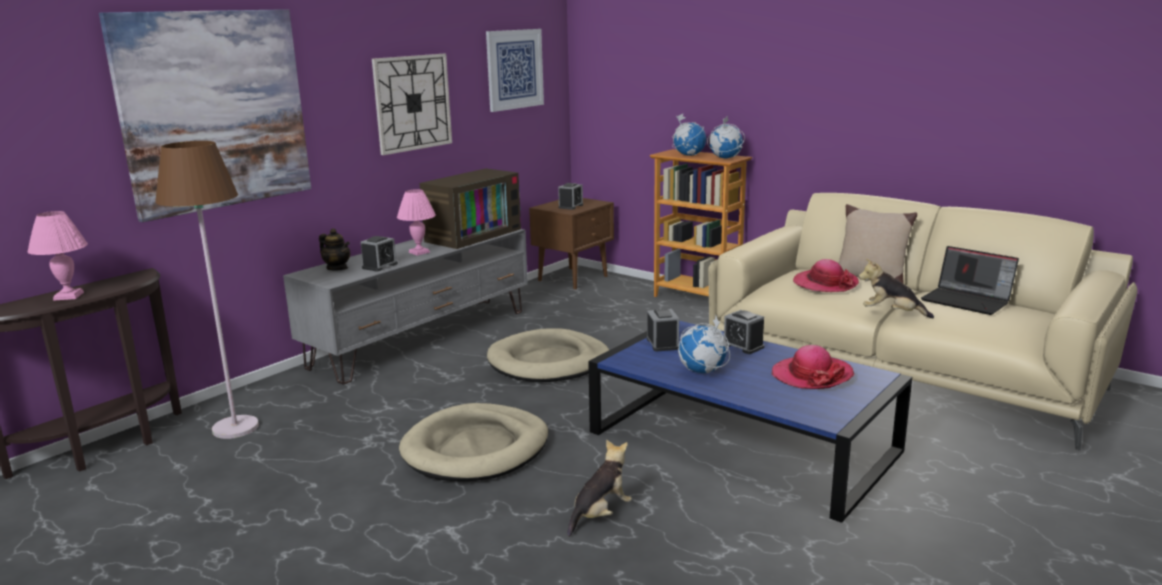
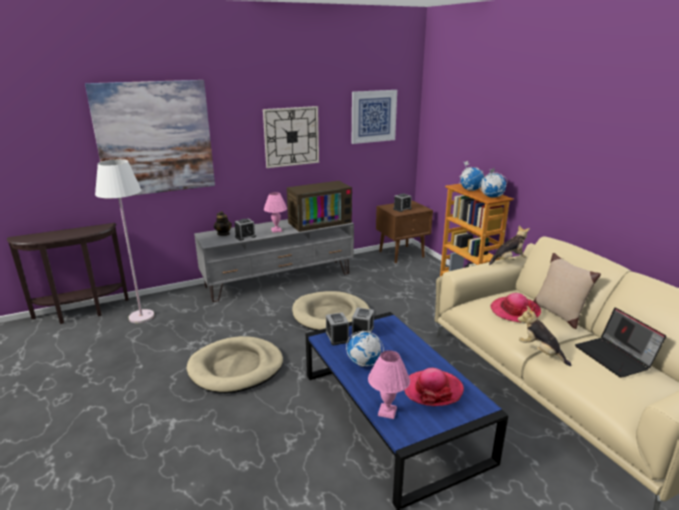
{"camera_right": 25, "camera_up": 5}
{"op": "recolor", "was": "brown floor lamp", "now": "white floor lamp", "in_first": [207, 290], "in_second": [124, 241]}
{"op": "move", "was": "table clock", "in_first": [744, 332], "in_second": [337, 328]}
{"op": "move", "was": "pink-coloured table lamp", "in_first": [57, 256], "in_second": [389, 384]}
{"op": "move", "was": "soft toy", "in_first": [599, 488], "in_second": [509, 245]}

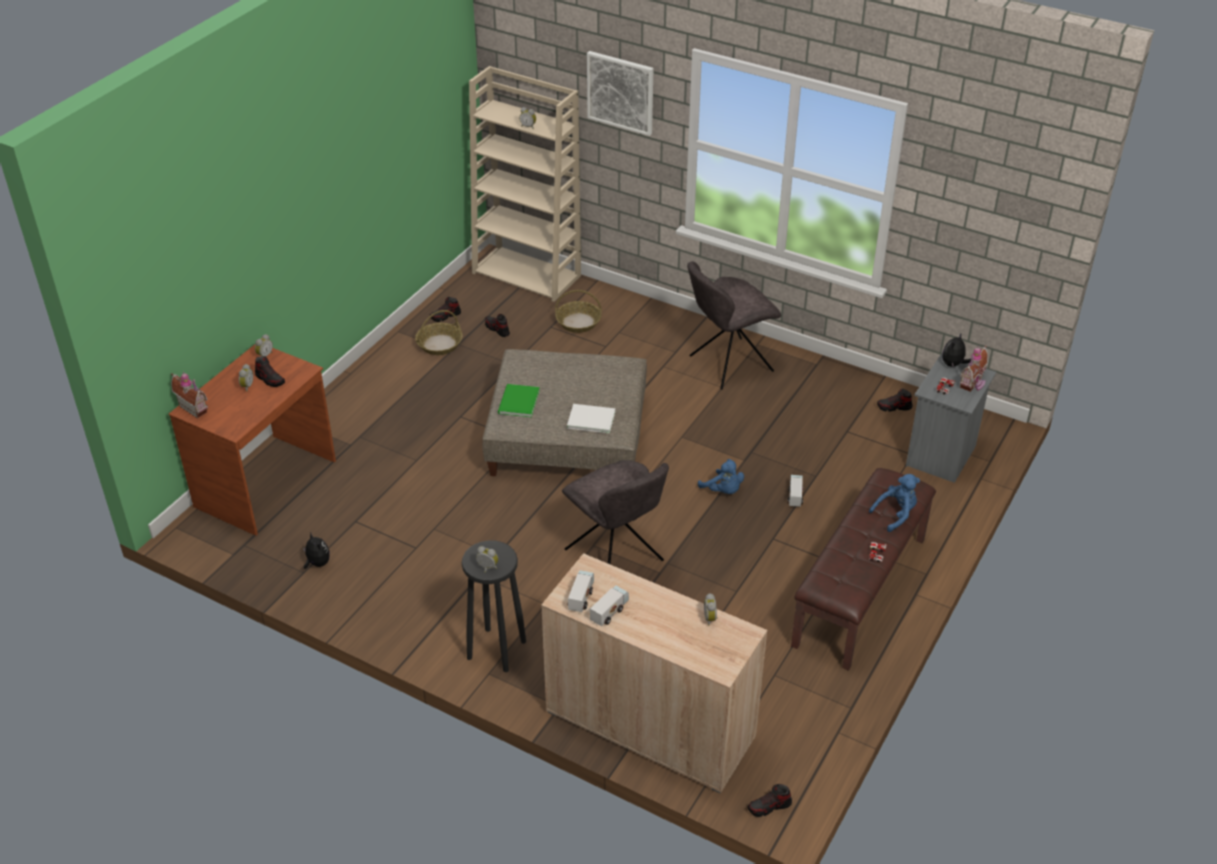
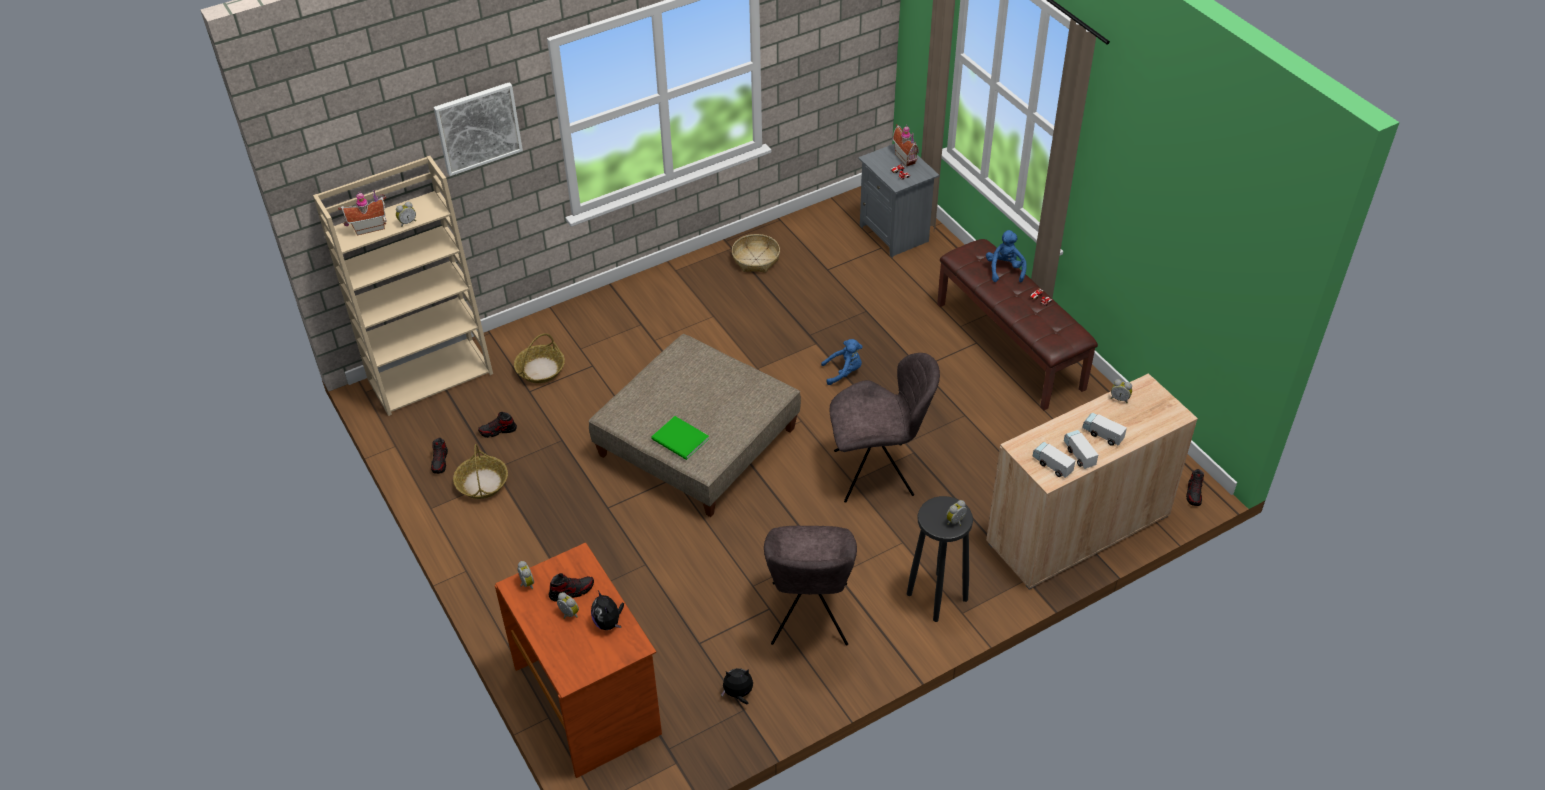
{"camera_right": -60, "camera_up": 5}
{"op": "move", "was": "miniature house", "in_first": [189, 395], "in_second": [362, 212]}
{"op": "move", "was": "soft toy", "in_first": [956, 350], "in_second": [607, 610]}
{"op": "insert", "now": "basket", "in_second": [756, 253]}
{"op": "move", "was": "grey upright chair", "in_first": [734, 325], "in_second": [810, 586]}
{"op": "move", "was": "model truck", "in_first": [795, 491], "in_second": [1105, 429]}
{"op": "delete", "was": "white book", "in_first": [591, 418]}
{"op": "delete", "was": "item of footwear", "in_first": [895, 400]}

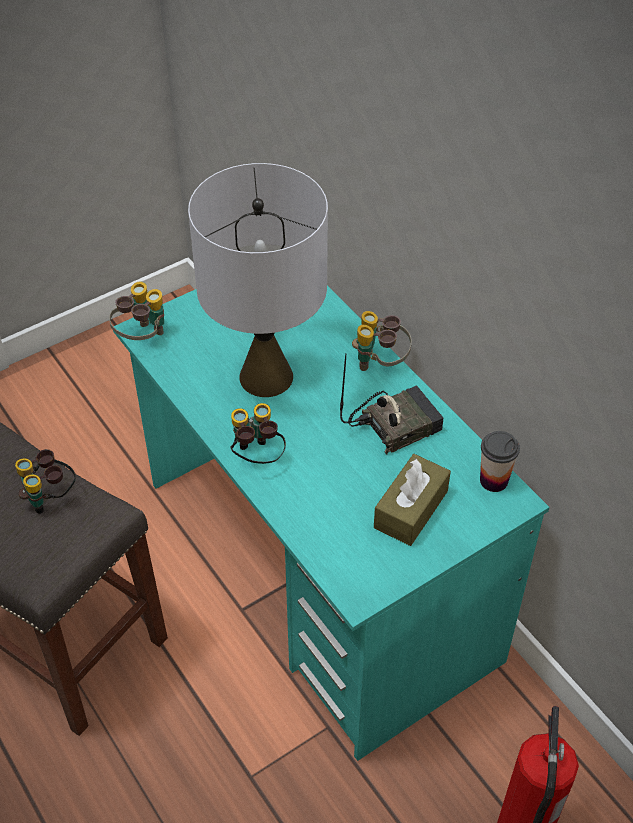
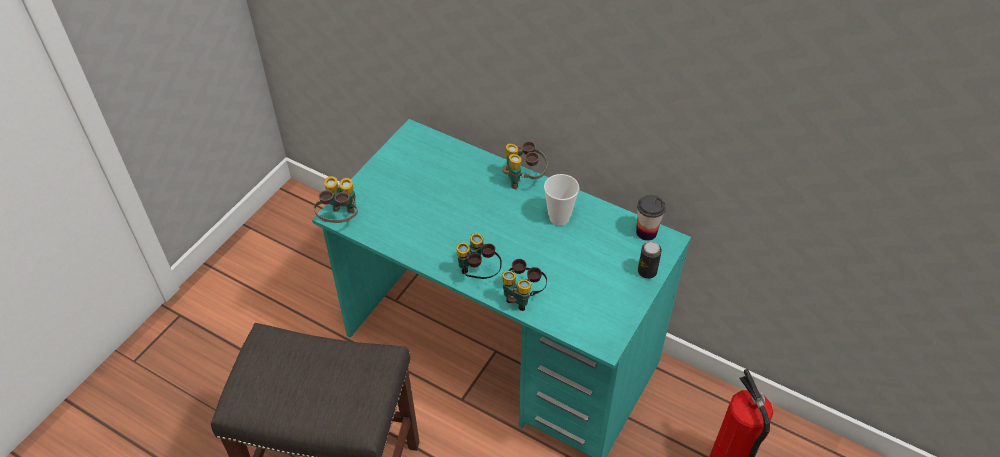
{"camera_right": -25, "camera_up": 0}
{"op": "move", "was": "binoculars", "in_first": [45, 481], "in_second": [524, 285]}
{"op": "replace", "was": "radio", "now": "drinking cup", "in_first": [392, 404], "in_second": [561, 199]}
{"op": "insert", "now": "metal can", "in_second": [650, 260]}
{"op": "delete", "was": "grey table lamp", "in_first": [258, 280]}
{"op": "delete", "was": "brown tissue box", "in_first": [412, 500]}

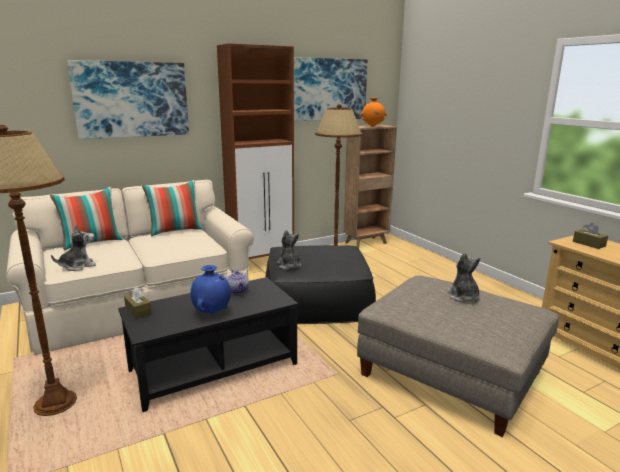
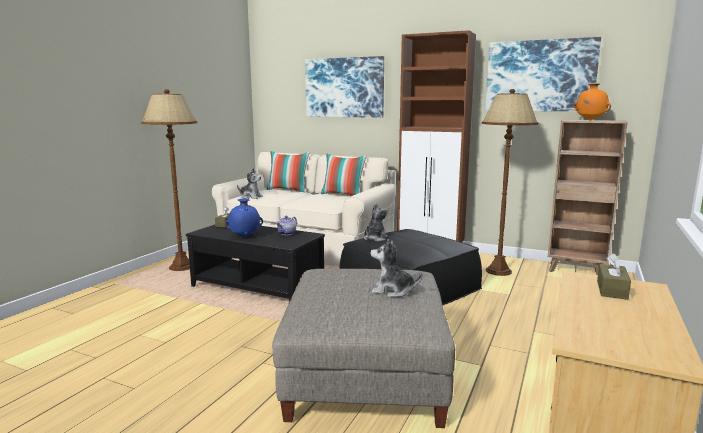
{"camera_right": 55, "camera_up": -5}
{"op": "rotate", "was": "soft toy", "in_first": [464, 277], "in_second": [396, 268], "clockwise": -120}

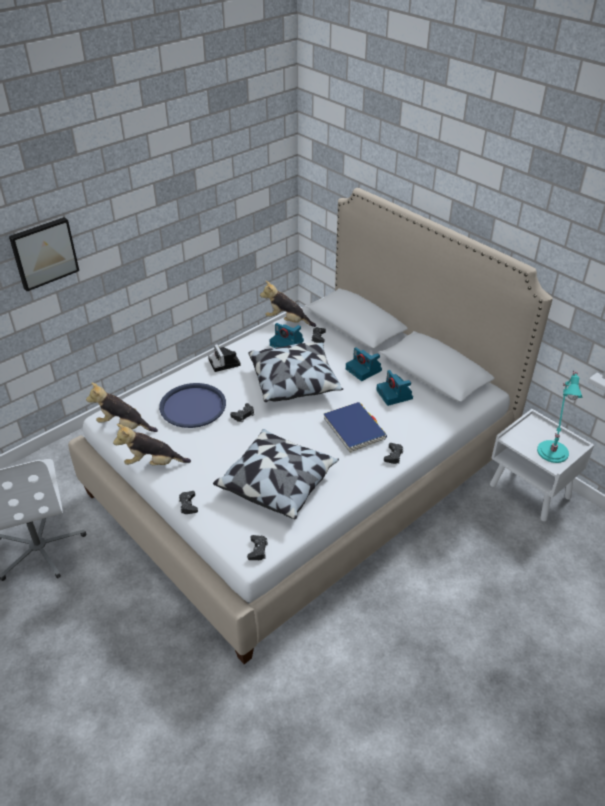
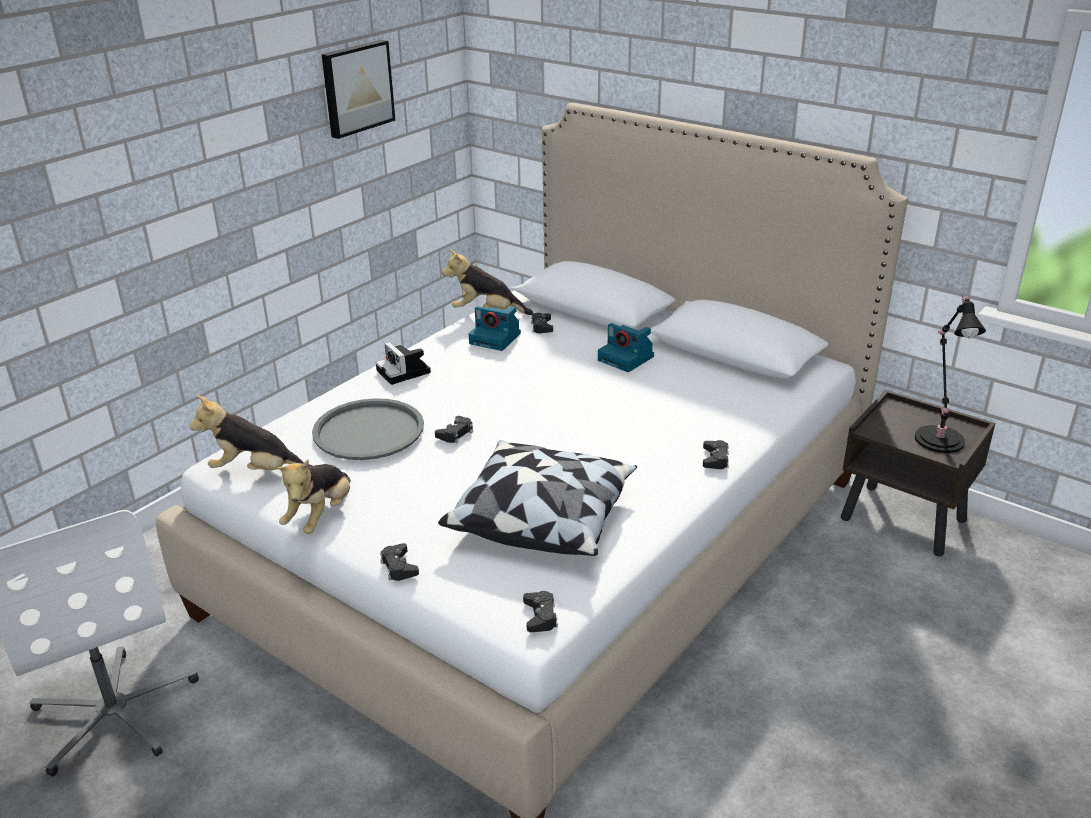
{"camera_right": -10, "camera_up": -10}
{"op": "rotate", "was": "soft toy", "in_first": [152, 444], "in_second": [314, 497], "clockwise": -60}
{"op": "recolor", "was": "bluish carrying tray", "now": "grey carrying tray", "in_first": [192, 405], "in_second": [368, 429]}
{"op": "move", "was": "wall art", "in_first": [44, 254], "in_second": [358, 89]}
{"op": "recolor", "was": "white nightstand", "now": "brown nightstand", "in_first": [542, 465], "in_second": [918, 473]}
{"op": "recolor", "was": "blue-green table lamp", "now": "blackish table lamp", "in_first": [560, 416], "in_second": [950, 374]}
{"op": "delete", "was": "pillow", "in_first": [295, 372]}
{"op": "delete", "was": "bluish book", "in_first": [355, 427]}
{"op": "delete", "was": "photo camera", "in_first": [394, 388]}

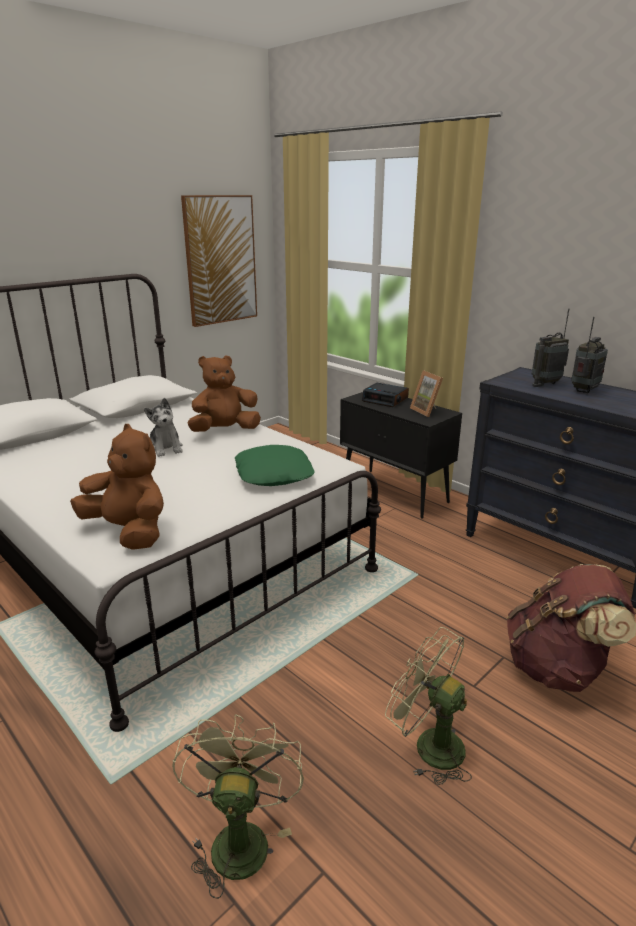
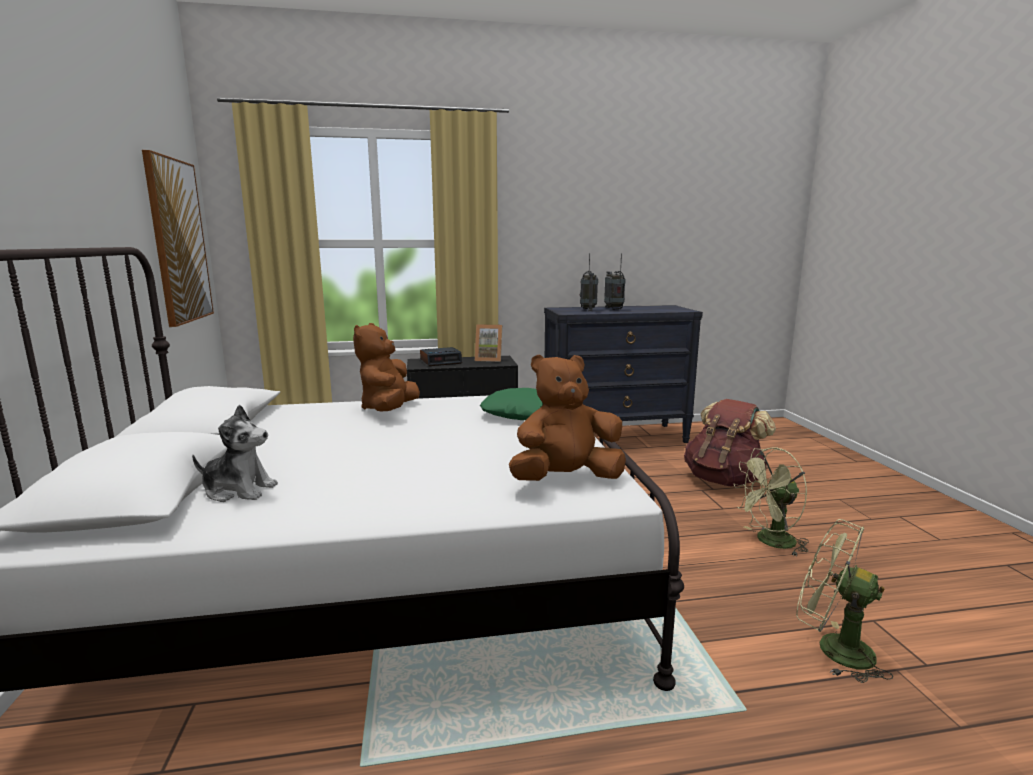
{"camera_right": -55, "camera_up": -10}
{"op": "move", "was": "soft toy", "in_first": [163, 427], "in_second": [235, 453]}

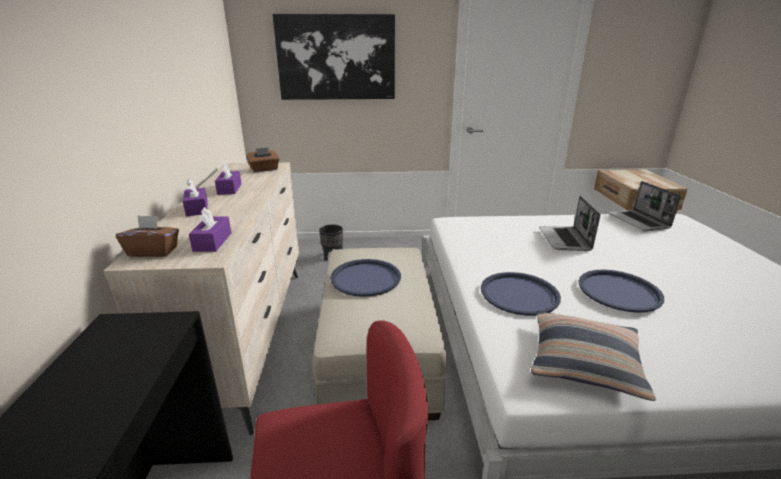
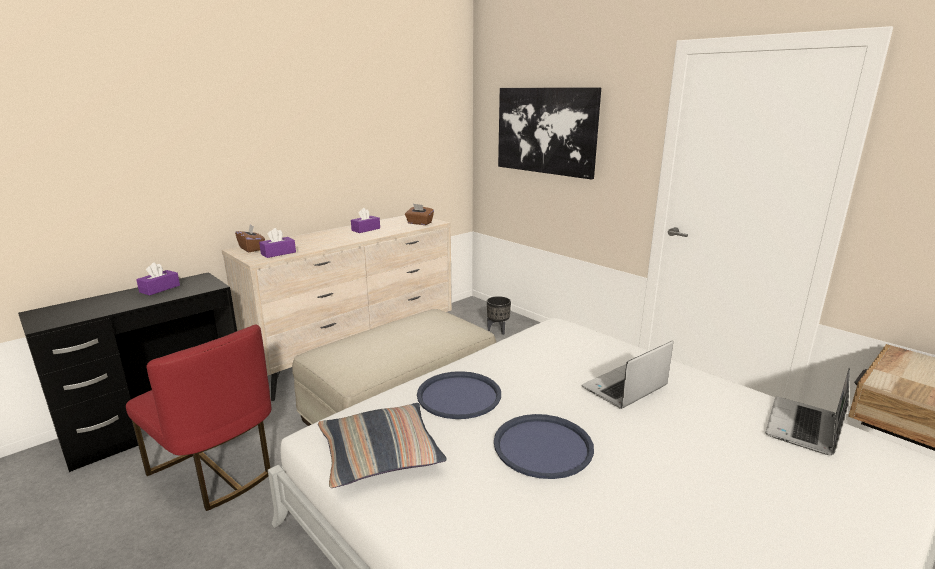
{"camera_right": 50, "camera_up": -5}
{"op": "move", "was": "purple-coloured tissue box", "in_first": [195, 197], "in_second": [158, 278]}
{"op": "delete", "was": "bluish carrying tray", "in_first": [365, 278]}

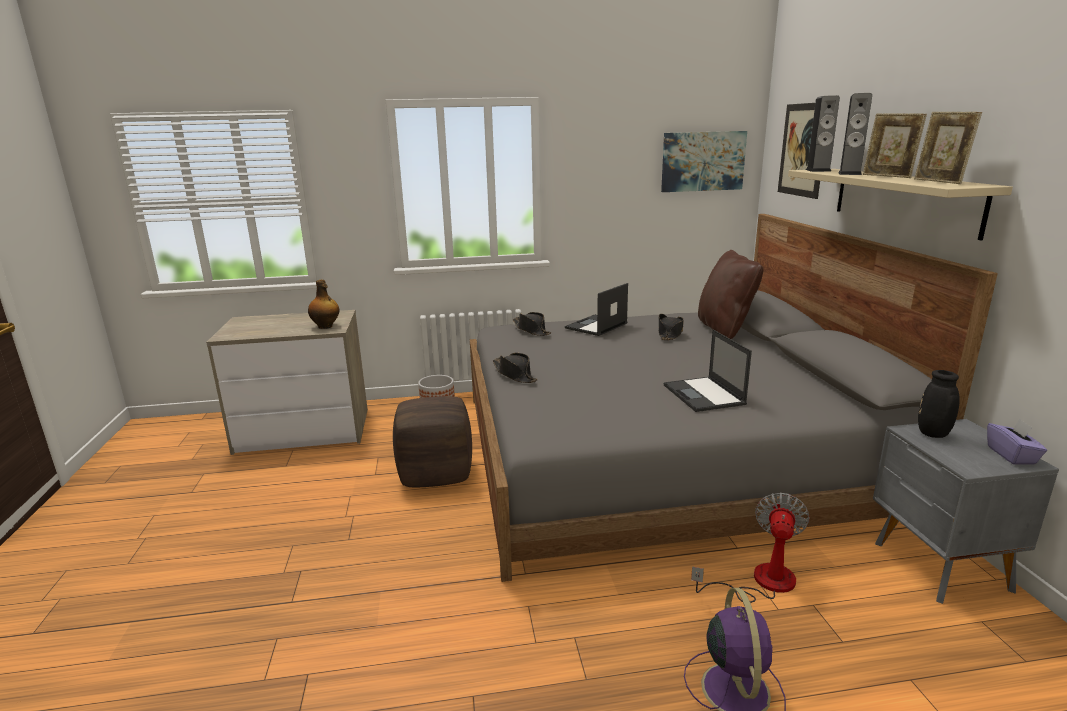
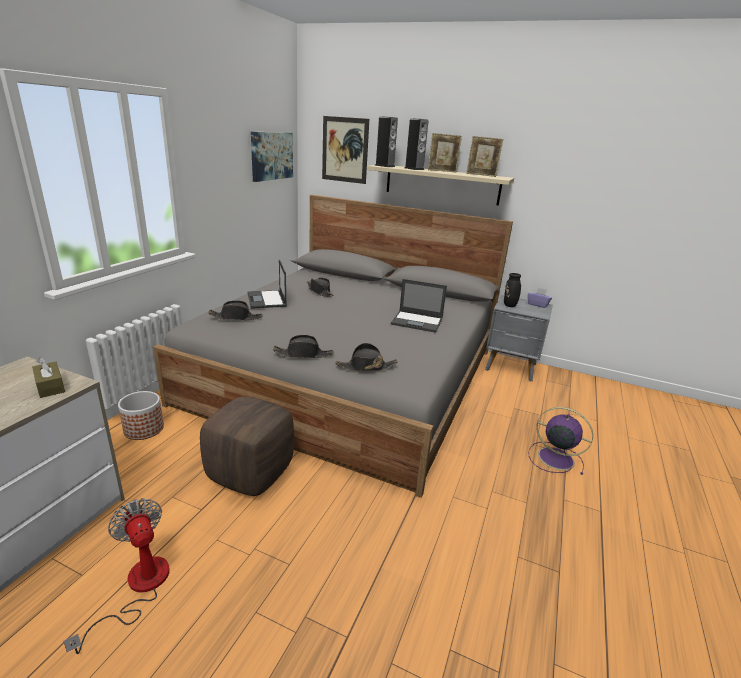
{"camera_right": -60, "camera_up": 5}
{"op": "replace", "was": "drink bottle", "now": "brown tissue box", "in_first": [324, 304], "in_second": [48, 377]}
{"op": "move", "was": "electric fan", "in_first": [750, 548], "in_second": [116, 576]}
{"op": "insert", "now": "blackish hat", "in_second": [367, 357]}
{"op": "delete", "was": "brown pillow", "in_first": [731, 294]}

